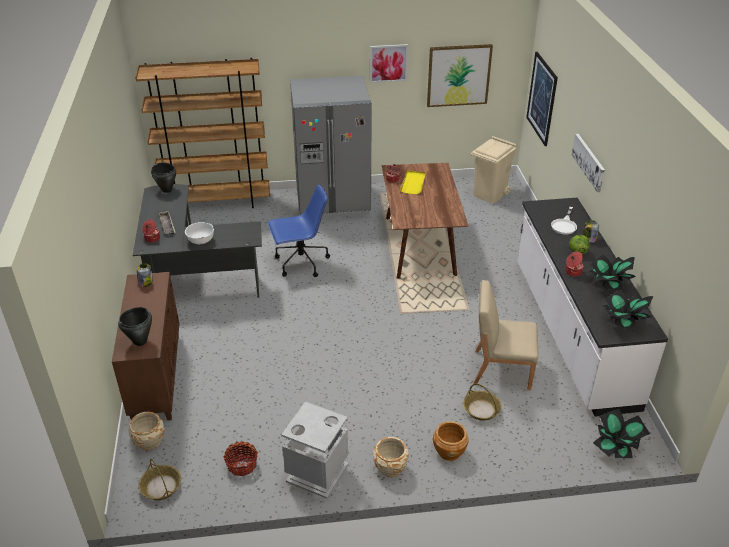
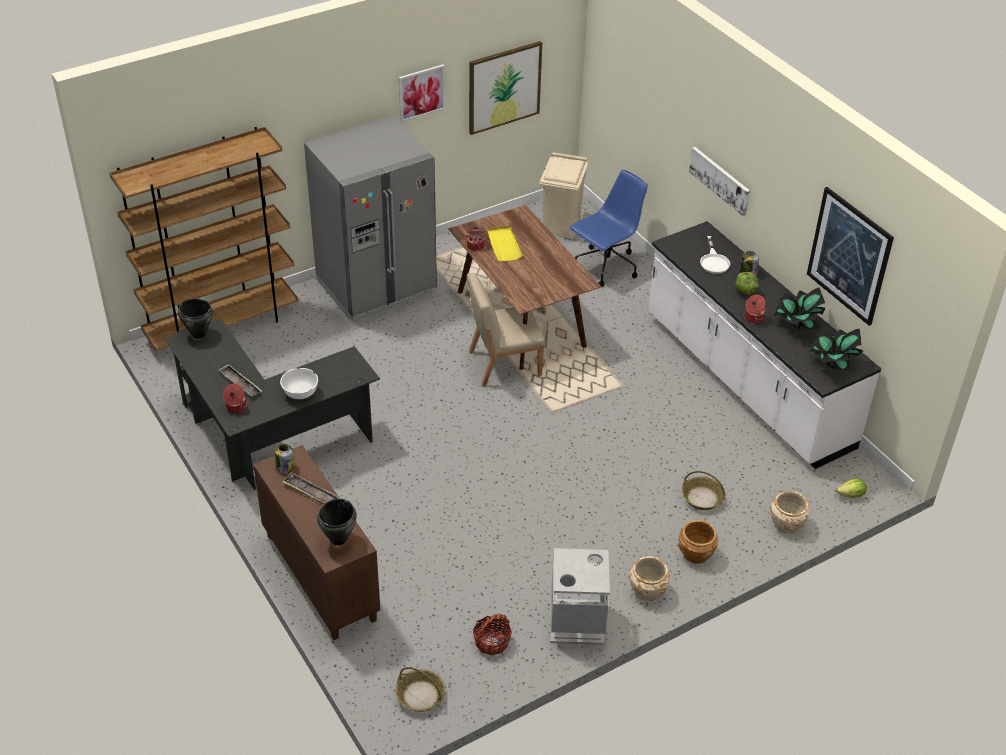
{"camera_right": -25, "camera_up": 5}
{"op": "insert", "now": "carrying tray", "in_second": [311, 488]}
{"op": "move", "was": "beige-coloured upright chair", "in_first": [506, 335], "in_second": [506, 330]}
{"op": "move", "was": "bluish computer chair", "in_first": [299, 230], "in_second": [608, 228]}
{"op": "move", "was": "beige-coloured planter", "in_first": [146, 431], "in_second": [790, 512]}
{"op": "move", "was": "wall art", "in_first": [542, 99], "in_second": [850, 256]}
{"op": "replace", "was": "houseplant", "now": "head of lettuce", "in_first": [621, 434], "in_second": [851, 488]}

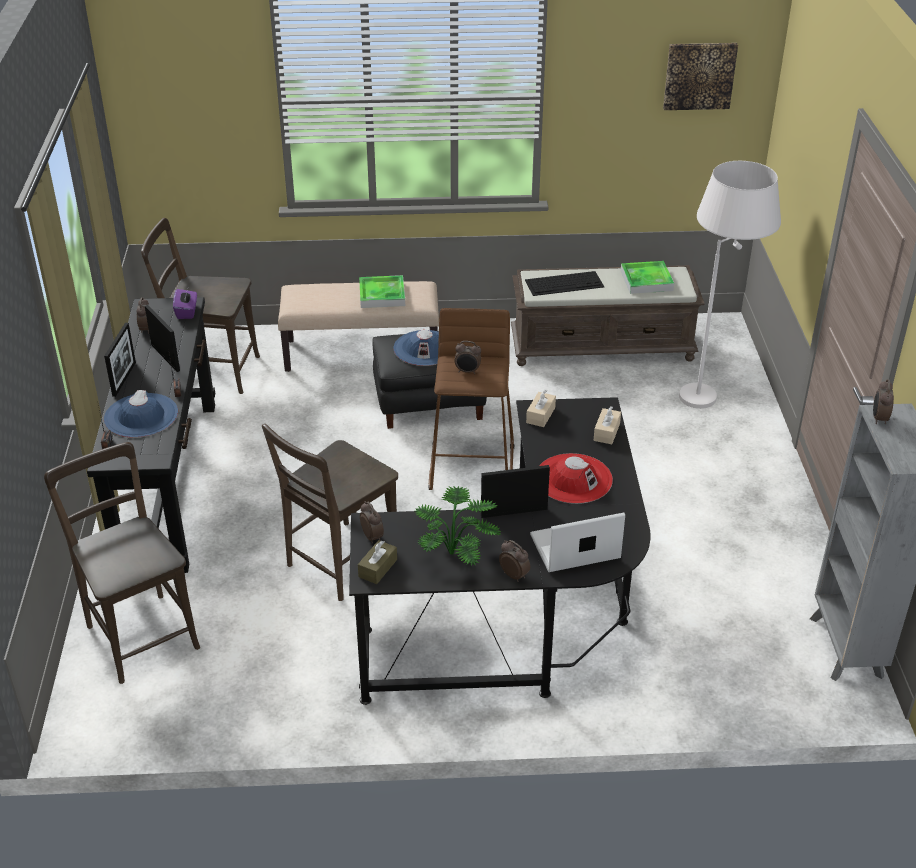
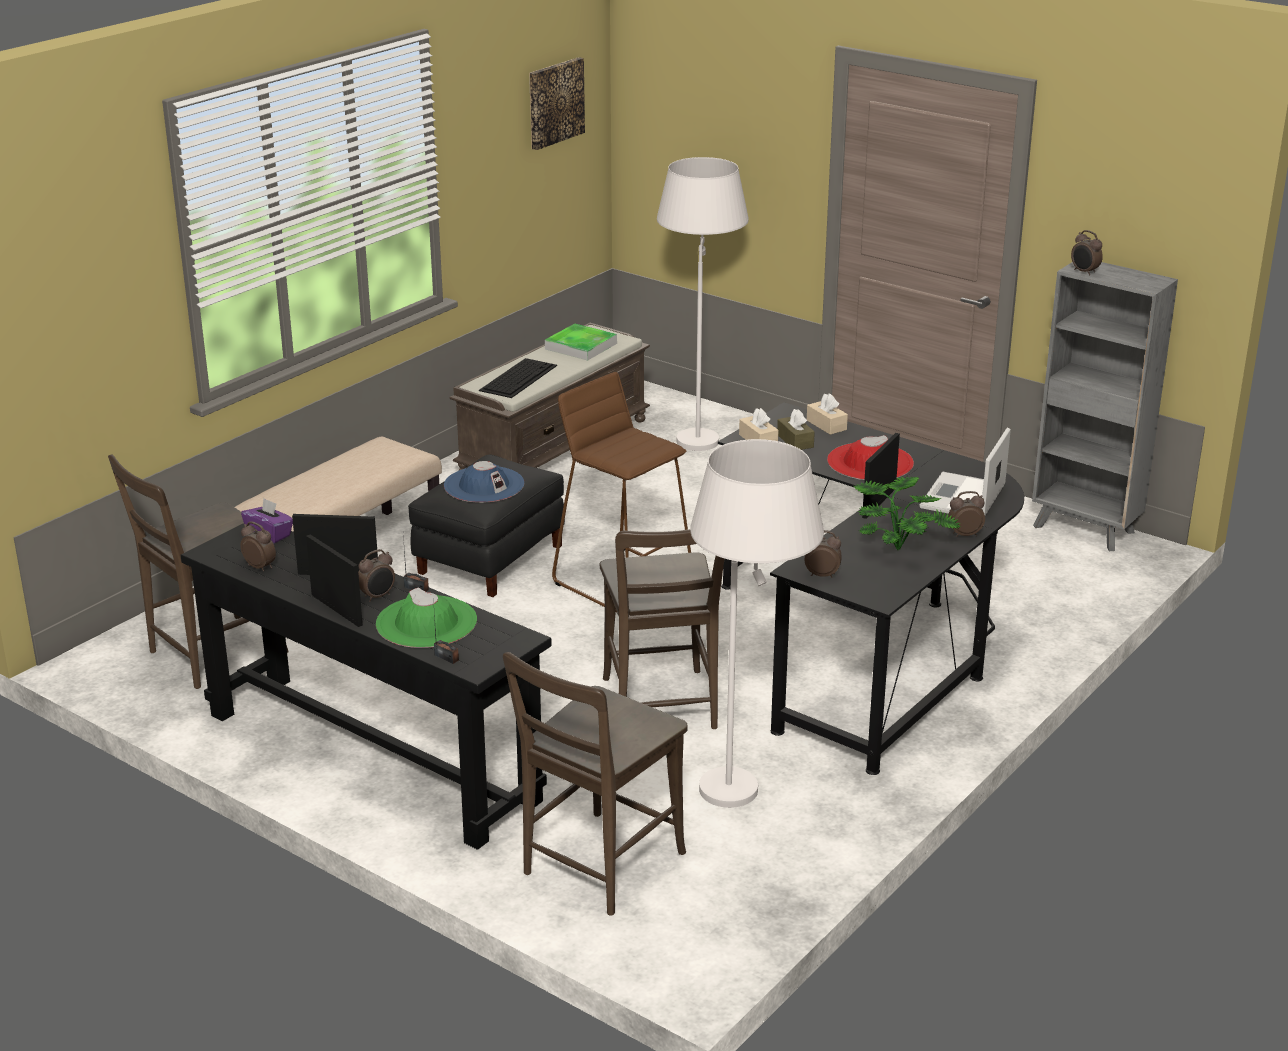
{"camera_right": -50, "camera_up": -10}
{"op": "move", "was": "table clock", "in_first": [468, 357], "in_second": [376, 575]}
{"op": "recolor", "was": "bluish hat", "now": "green-coloured hat", "in_first": [141, 414], "in_second": [426, 617]}
{"op": "rotate", "was": "brown upright chair", "in_first": [122, 563], "in_second": [595, 784], "clockwise": -60}
{"op": "insert", "now": "white floor lamp", "in_second": [757, 623]}
{"op": "move", "was": "brown tissue box", "in_first": [377, 562], "in_second": [796, 429]}
{"op": "delete", "was": "carrying tray", "in_first": [382, 291]}

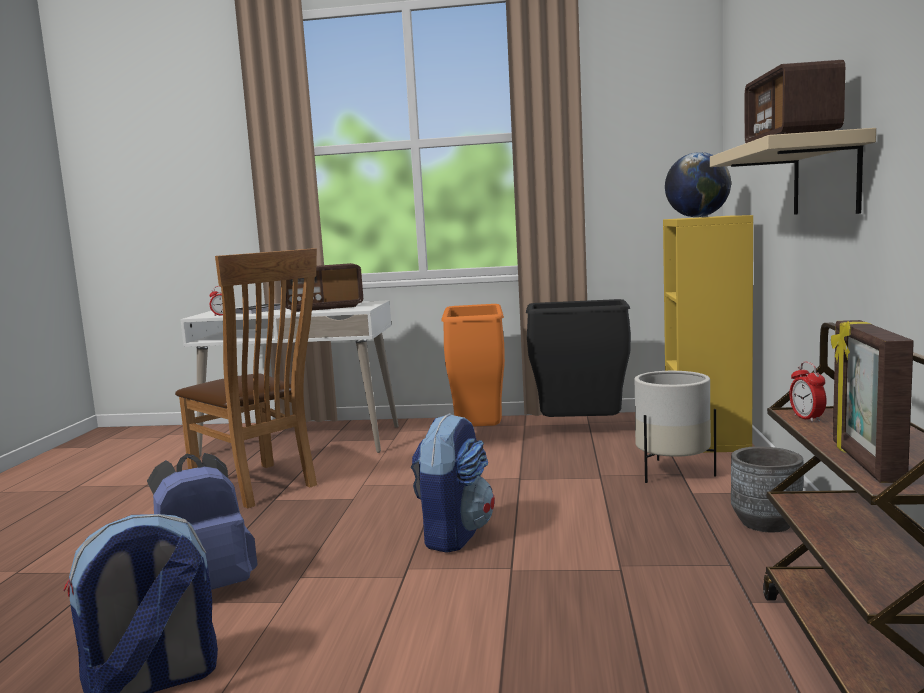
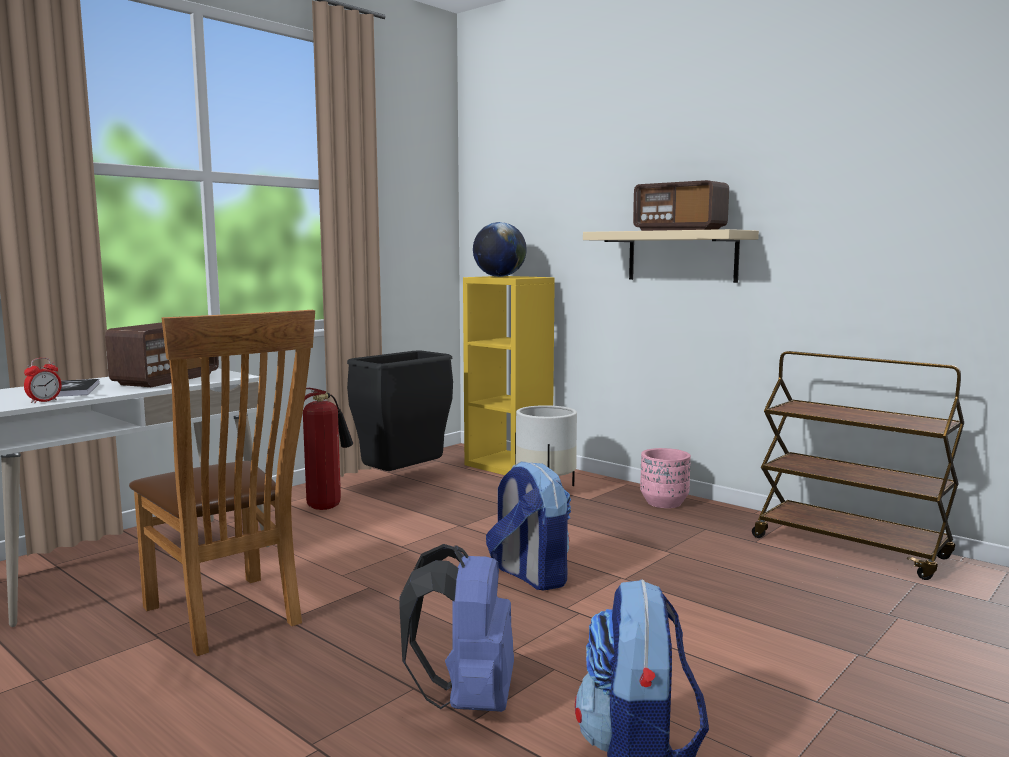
{"camera_right": -55, "camera_up": 0}
{"op": "rotate", "was": "brown upright chair", "in_first": [246, 378], "in_second": [222, 483], "clockwise": 60}
{"op": "replace", "was": "orangey trash can", "now": "fire extinguisher", "in_first": [473, 365], "in_second": [328, 449]}
{"op": "recolor", "was": "grey planter", "now": "pink-coloured planter", "in_first": [767, 489], "in_second": [665, 478]}
{"op": "delete", "was": "table clock", "in_first": [808, 392]}
{"op": "delete", "was": "picture frame", "in_first": [872, 401]}

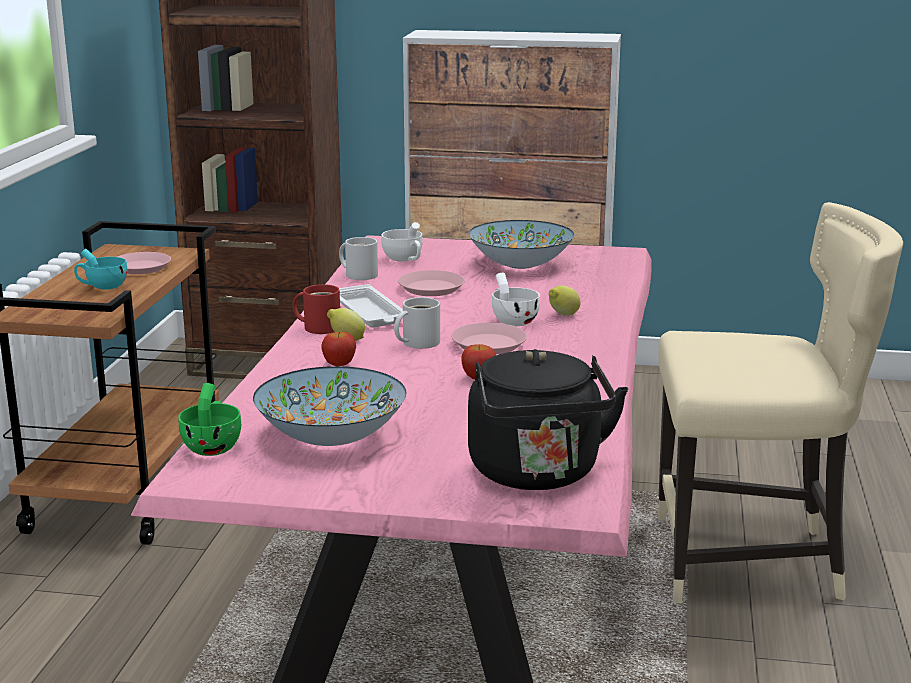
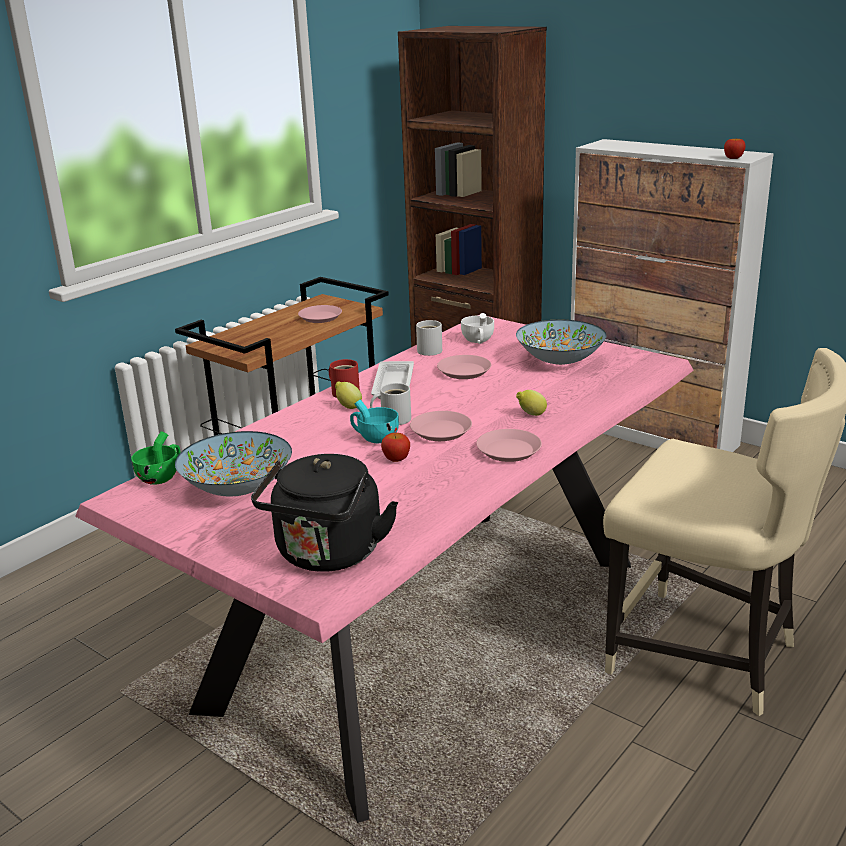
{"camera_right": 30, "camera_up": 5}
{"op": "move", "was": "blue-green drinking cup", "in_first": [100, 269], "in_second": [374, 421]}
{"op": "insert", "now": "pink-coloured dinner plate", "in_second": [509, 445]}
{"op": "move", "was": "whole apple", "in_first": [339, 349], "in_second": [734, 149]}
{"op": "delete", "was": "white drinking cup", "in_first": [516, 299]}

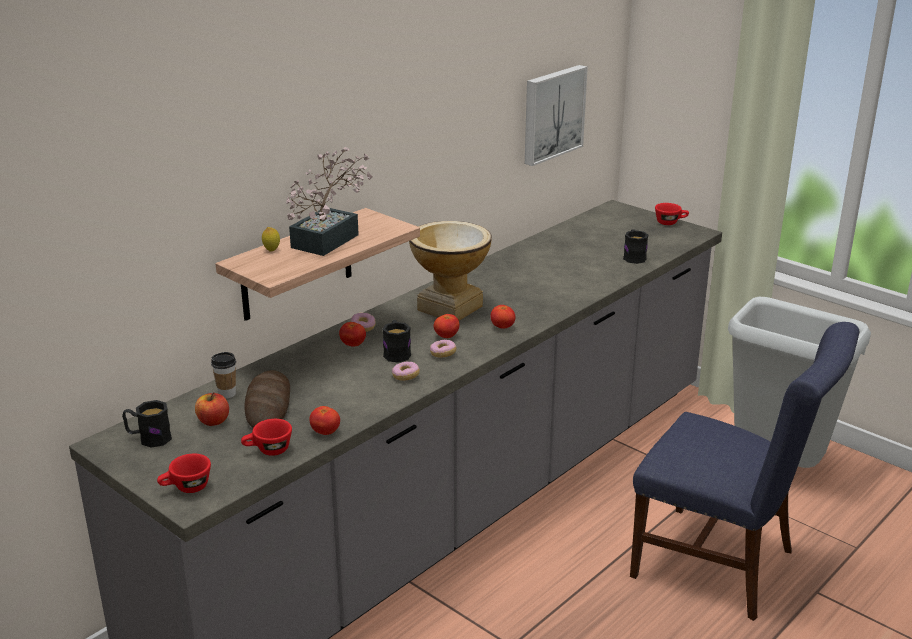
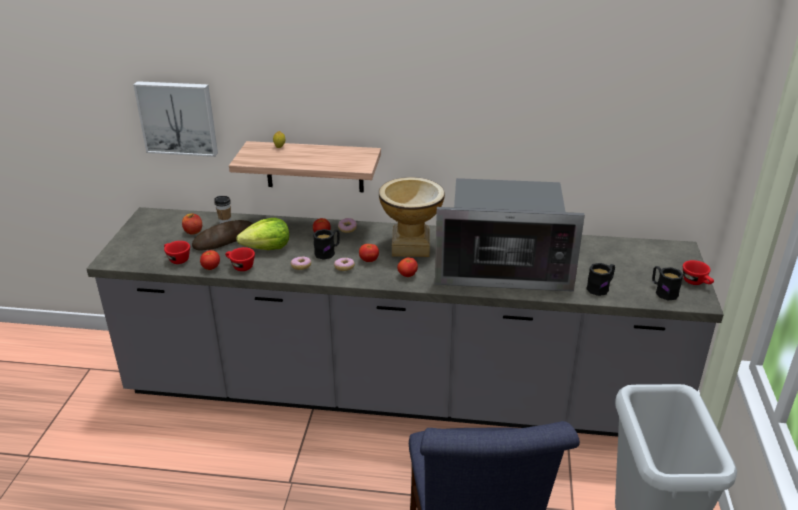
{"camera_right": 55, "camera_up": 5}
{"op": "move", "was": "wall art", "in_first": [556, 115], "in_second": [175, 119]}
{"op": "move", "was": "red drinking cup", "in_first": [184, 473], "in_second": [240, 259]}
{"op": "insert", "now": "head of lettuce", "in_second": [262, 234]}
{"op": "insert", "now": "kitchen microwave", "in_second": [510, 235]}
{"op": "move", "was": "blackish mug", "in_first": [147, 424], "in_second": [667, 283]}
{"op": "delete", "was": "houseplant", "in_first": [329, 201]}

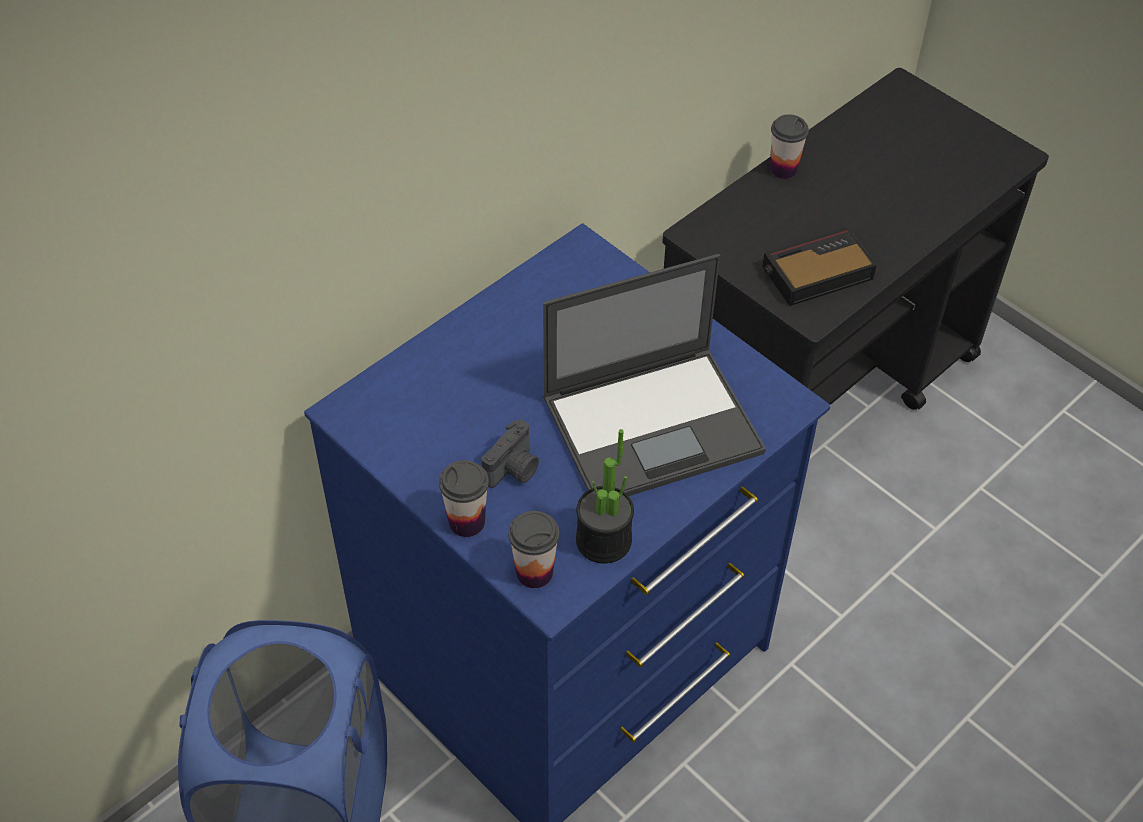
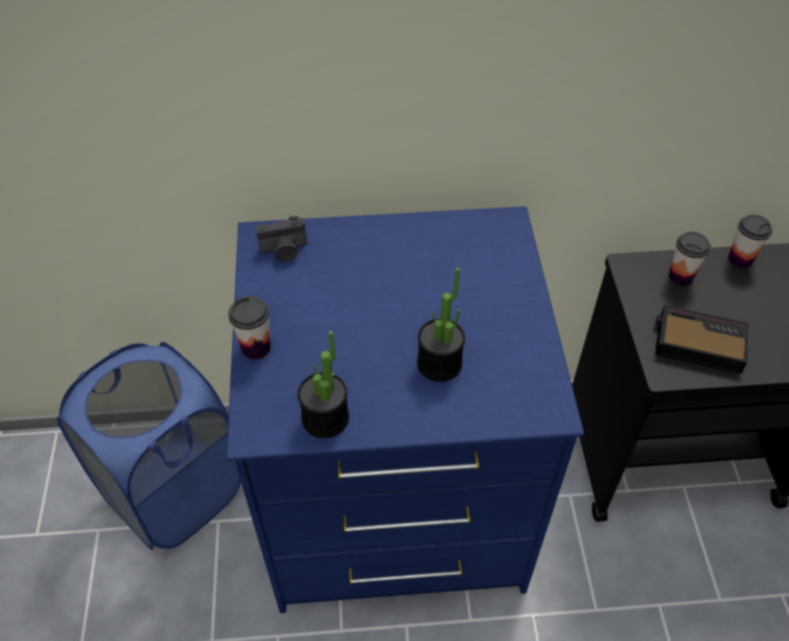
{"camera_right": 40, "camera_up": 0}
{"op": "move", "was": "photo camera", "in_first": [510, 454], "in_second": [281, 239]}
{"op": "replace", "was": "laptop", "now": "houseplant", "in_first": [654, 375], "in_second": [441, 325]}
{"op": "move", "was": "drinking cup", "in_first": [533, 549], "in_second": [690, 259]}

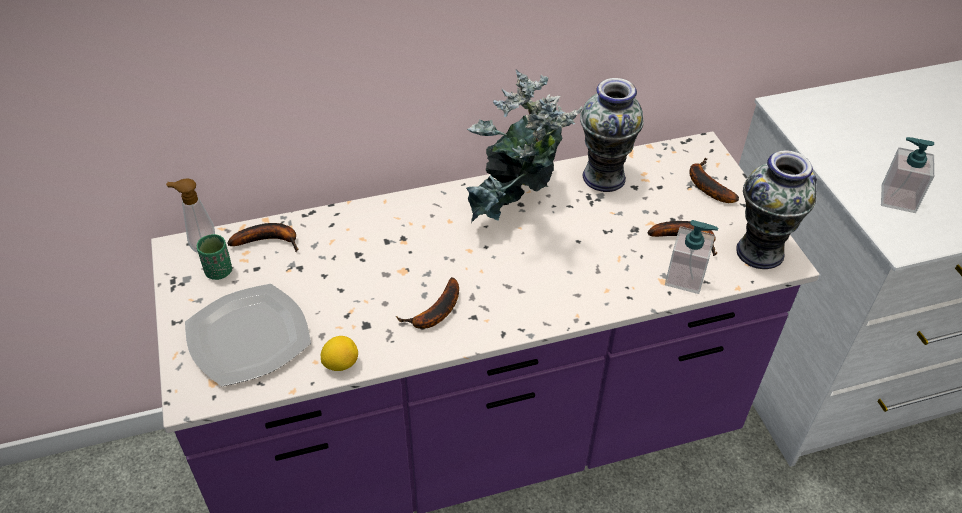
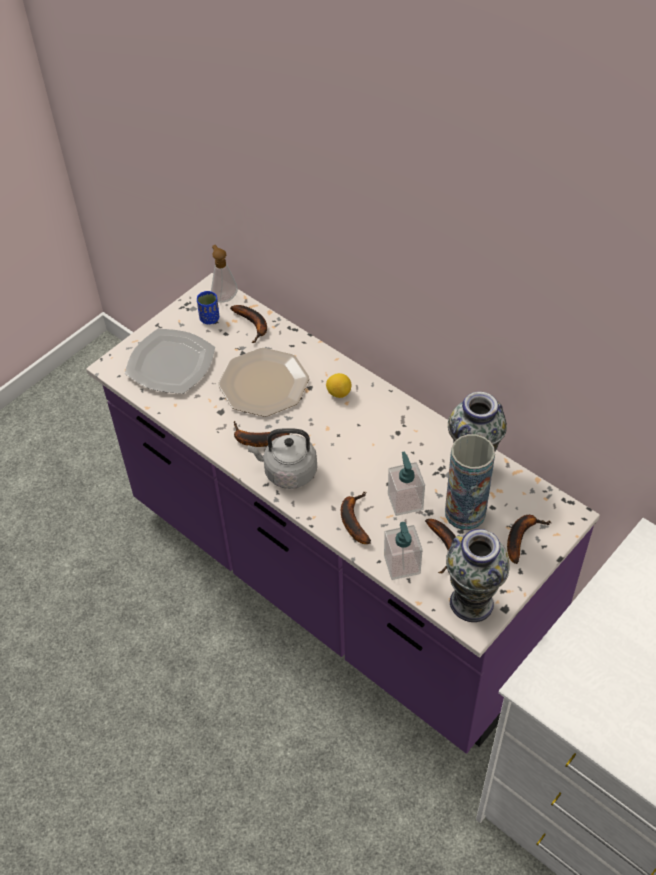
{"camera_right": 60, "camera_up": 5}
{"op": "recolor", "was": "green-coloured drinking cup", "now": "bluish drinking cup", "in_first": [214, 257], "in_second": [208, 307]}
{"op": "insert", "now": "dinner plate", "in_second": [263, 382]}
{"op": "insert", "now": "grey kettle", "in_second": [282, 458]}
{"op": "move", "was": "whole lemon", "in_first": [339, 353], "in_second": [338, 385]}
{"op": "insert", "now": "banana fruit", "in_second": [356, 517]}
{"op": "move", "was": "liquid soap bottle", "in_first": [908, 175], "in_second": [406, 484]}
{"op": "insert", "now": "vase", "in_second": [470, 482]}
{"op": "delete", "was": "houseplant", "in_first": [524, 146]}

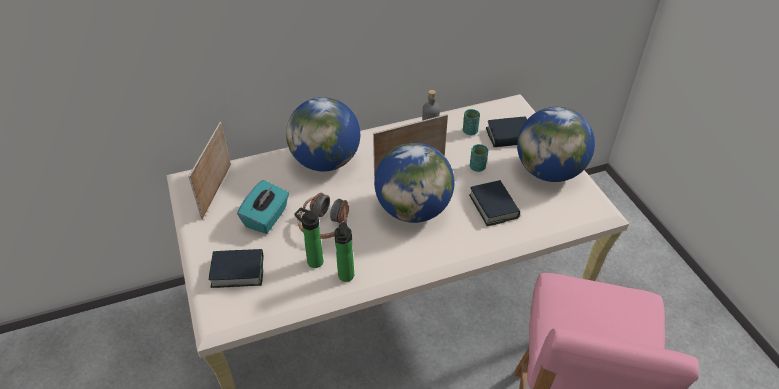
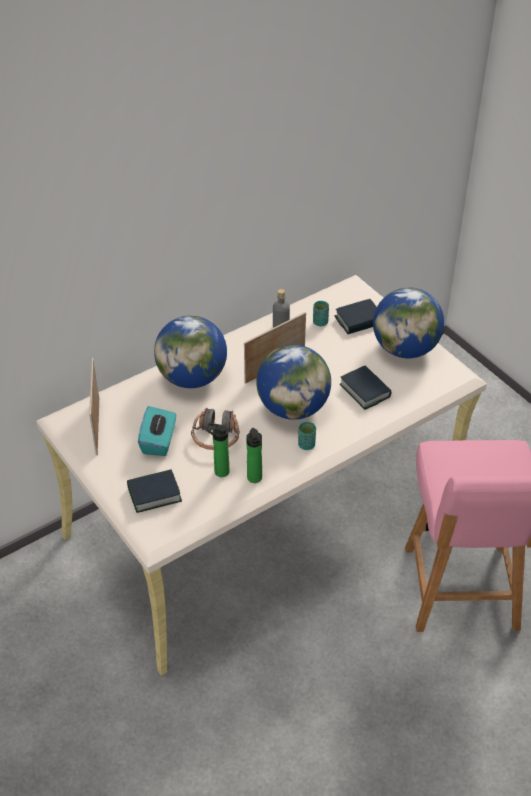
{"camera_right": -15, "camera_up": 0}
{"op": "move", "was": "blue-green drinking cup", "in_first": [479, 158], "in_second": [307, 436]}

